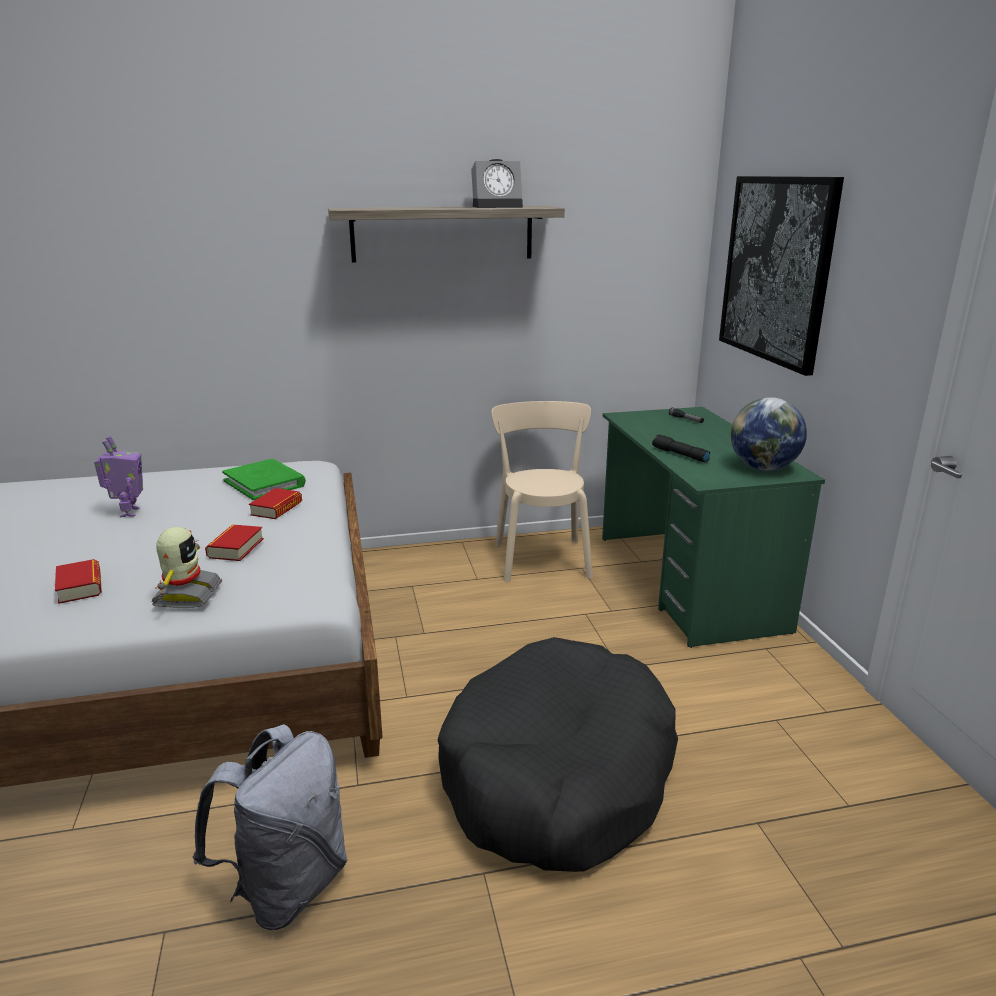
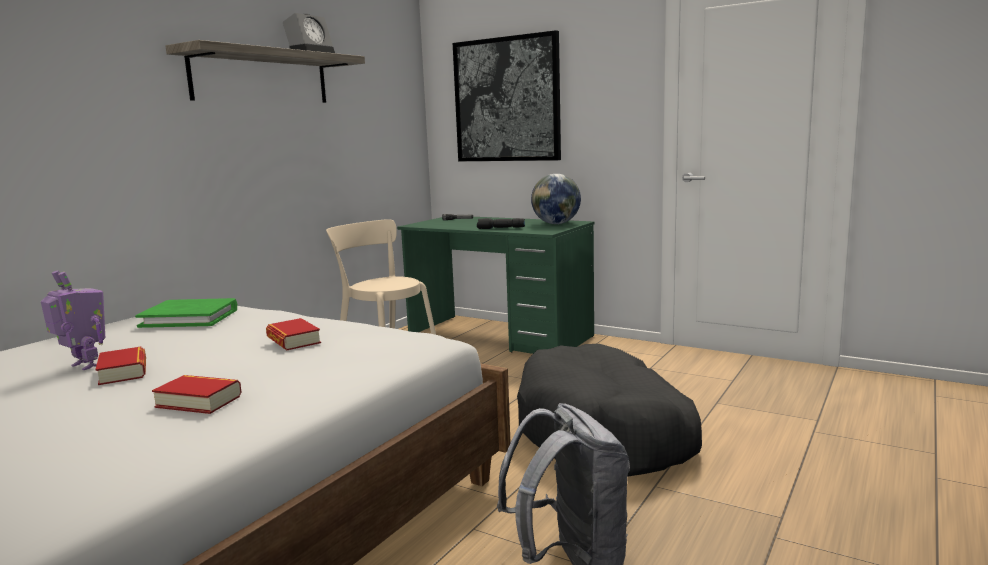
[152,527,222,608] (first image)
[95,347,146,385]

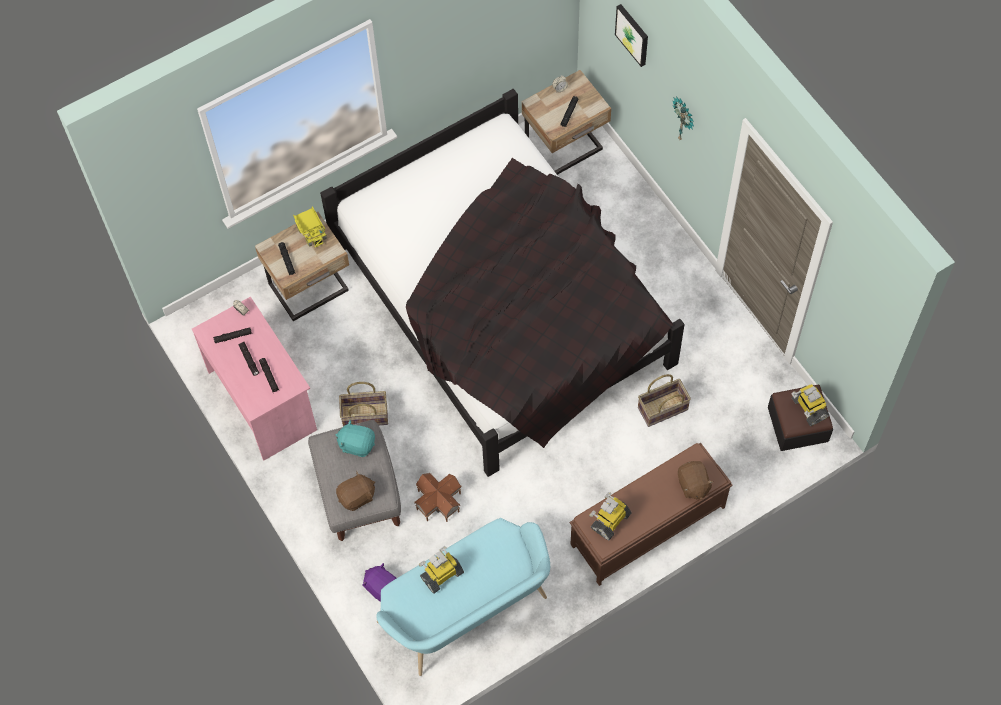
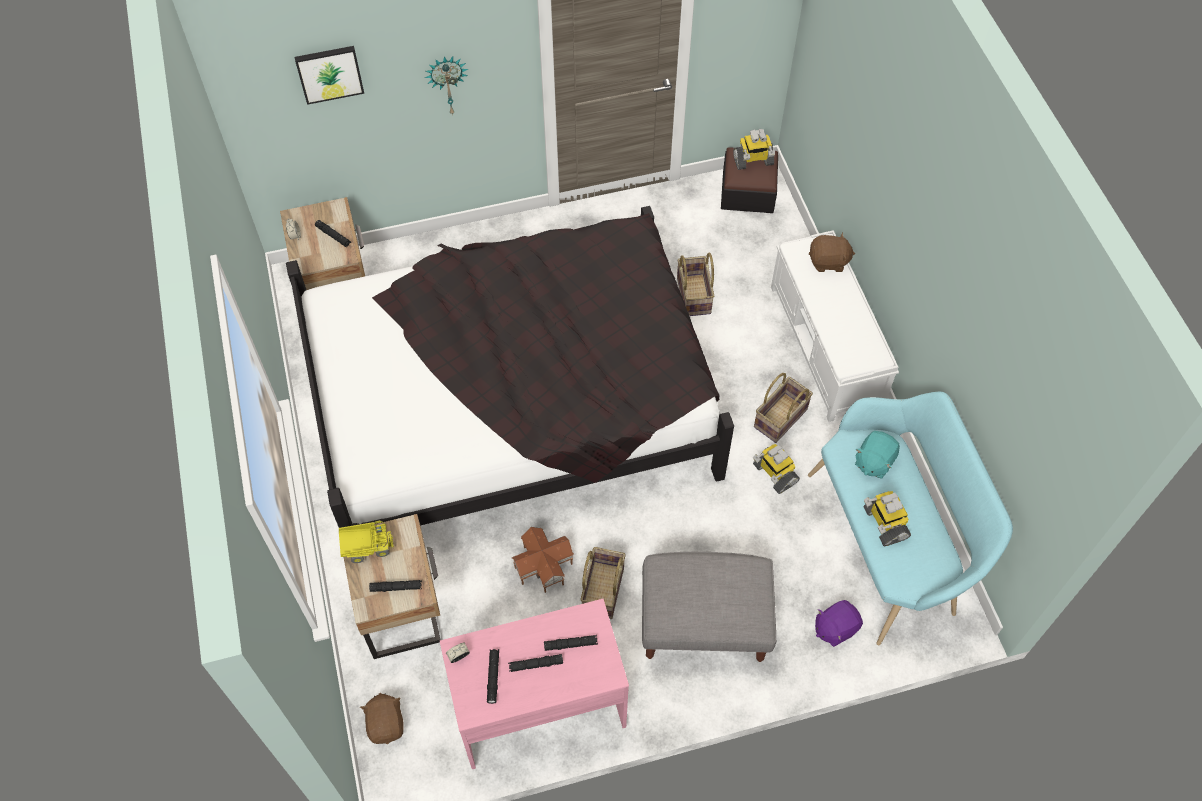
[754,373,813,443]
[855,431,900,479]
[360,693,404,744]
[512,527,574,593]
[753,444,800,494]
[771,230,899,422]

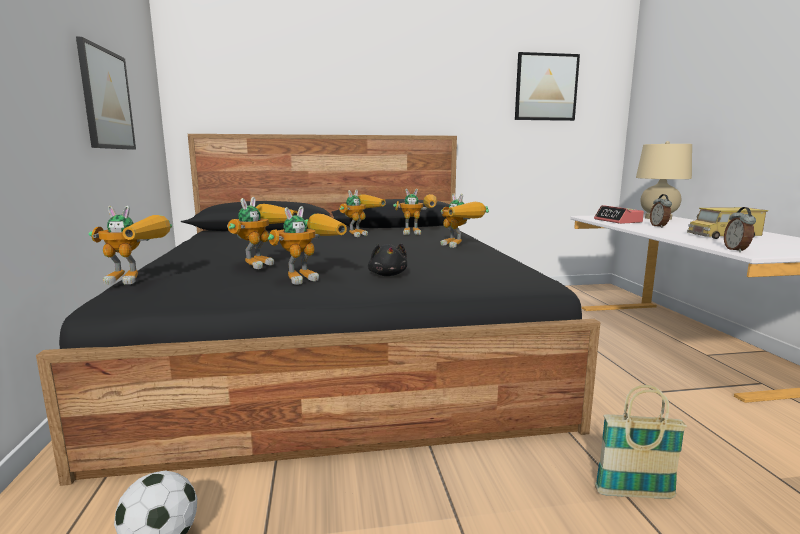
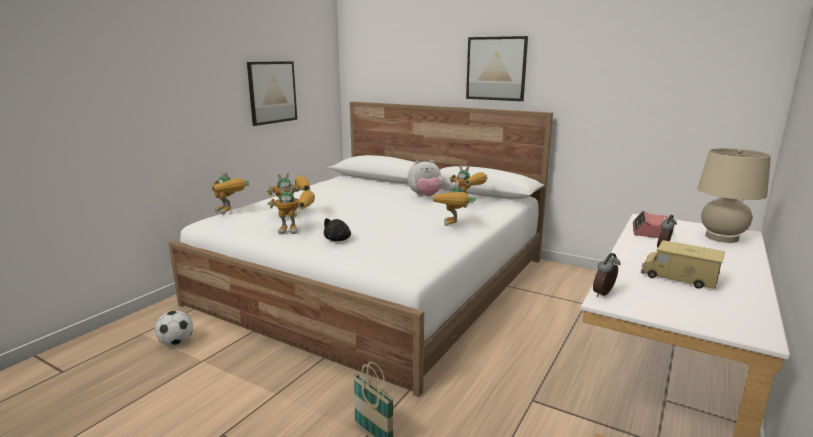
[466,36,528,101]
[407,160,442,197]
[169,102,553,397]

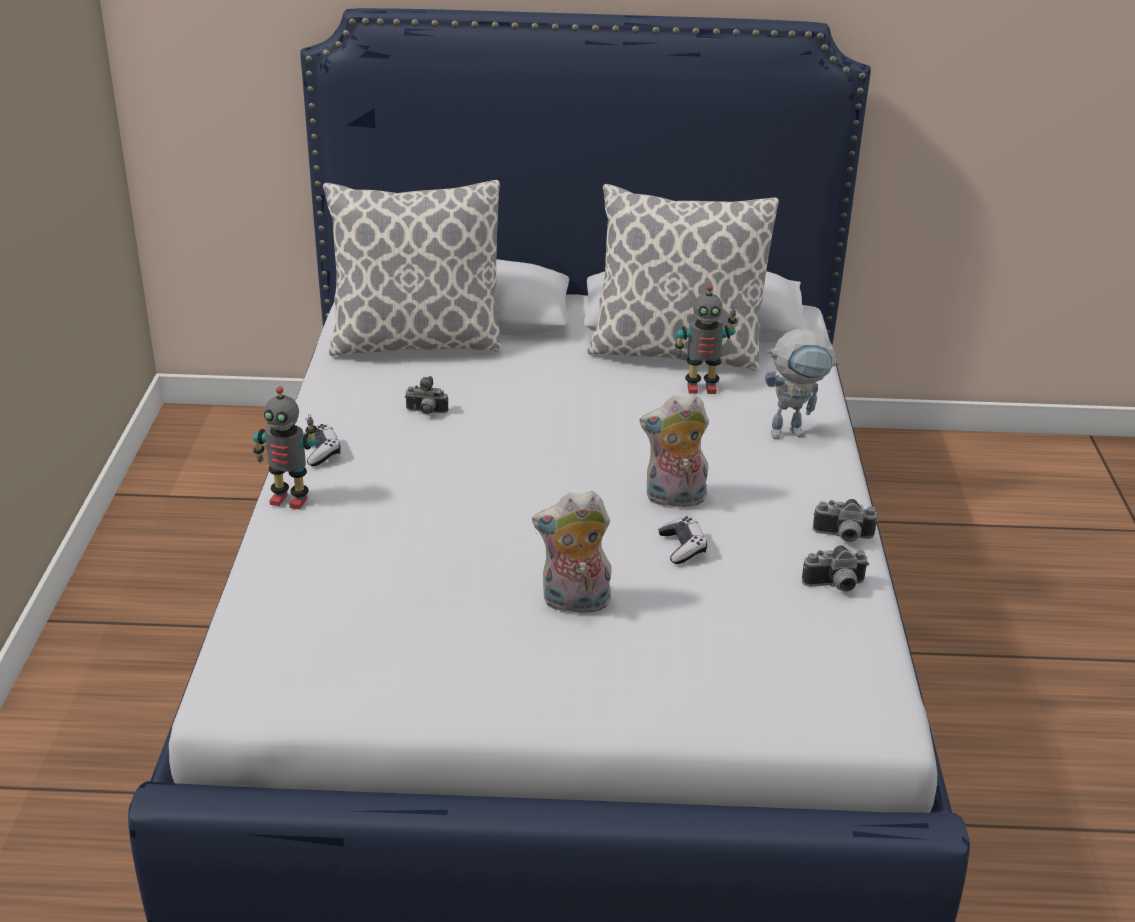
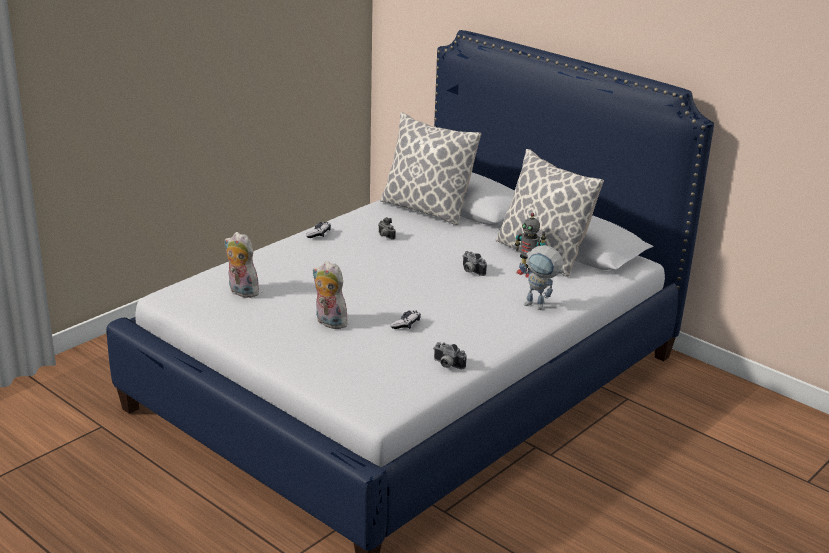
[253,387,317,510] (first image)
[225,232,259,298]
[463,251,487,276]

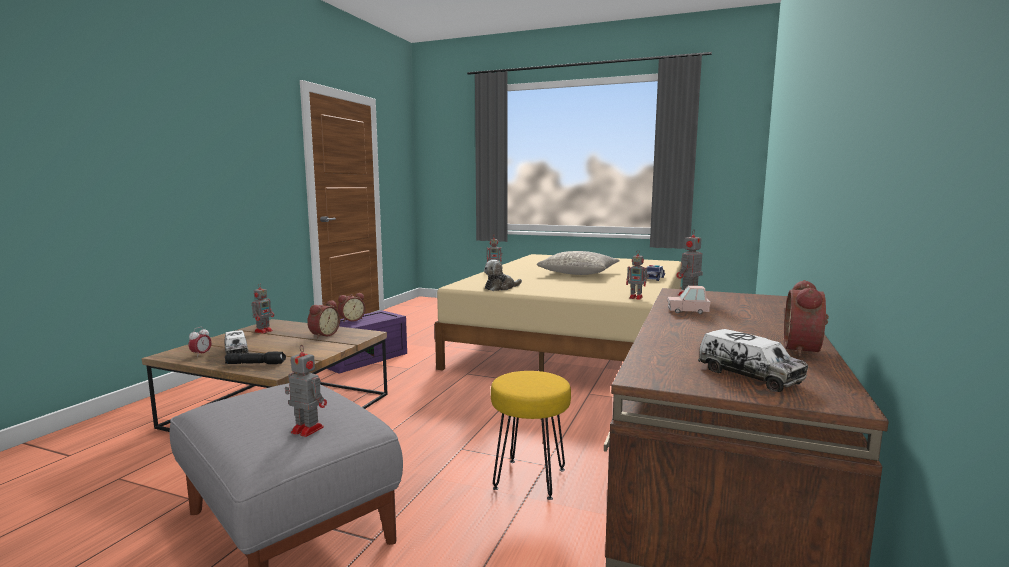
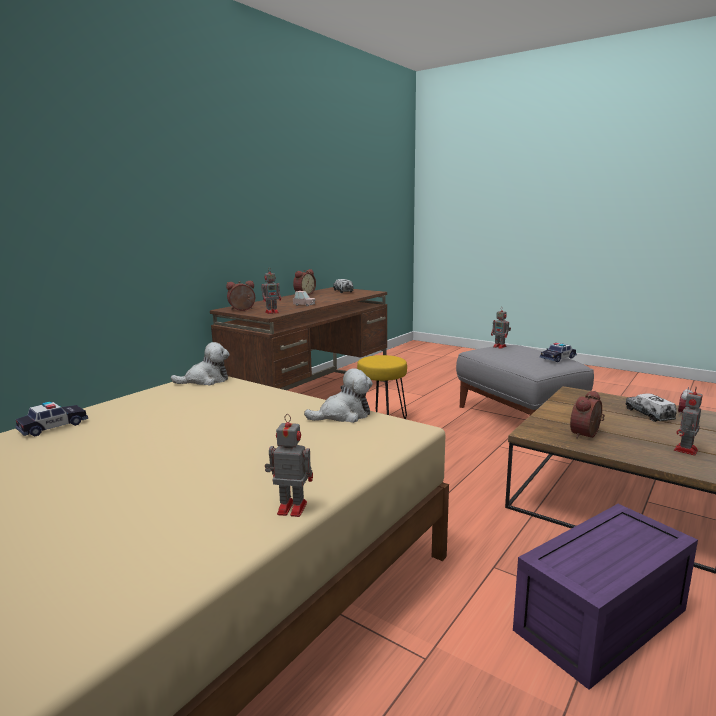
[225,352,286,364] (first image)
[537,251,620,275] (first image)
[540,343,577,362]
[226,281,255,311]
[171,342,230,385]

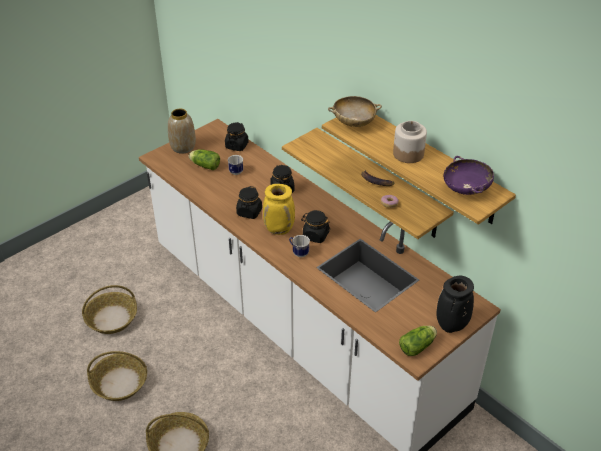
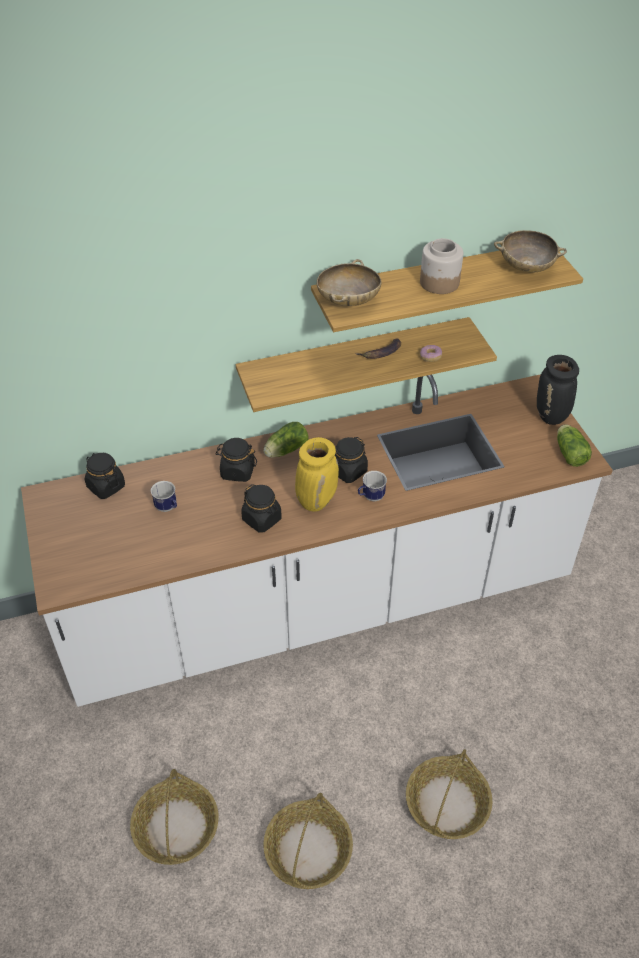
[168,109,196,154] (first image)
[263,422,309,458]
[494,230,567,273]

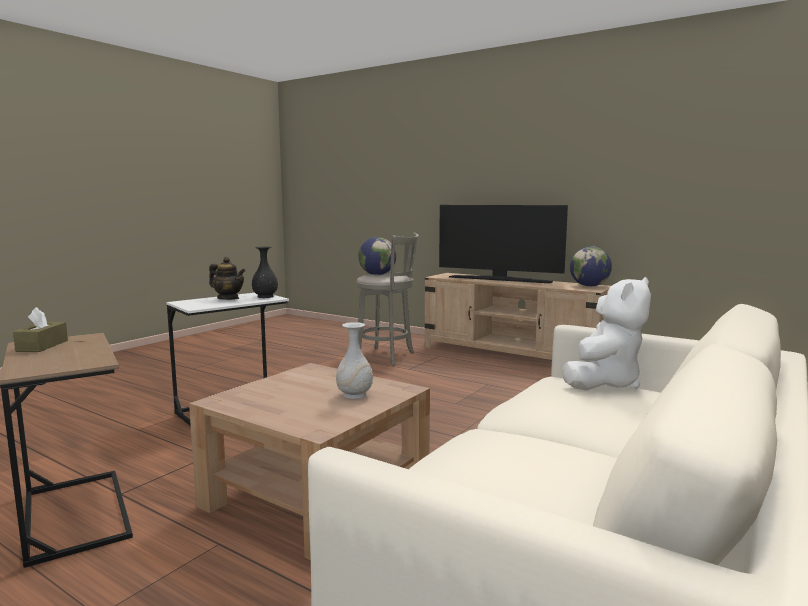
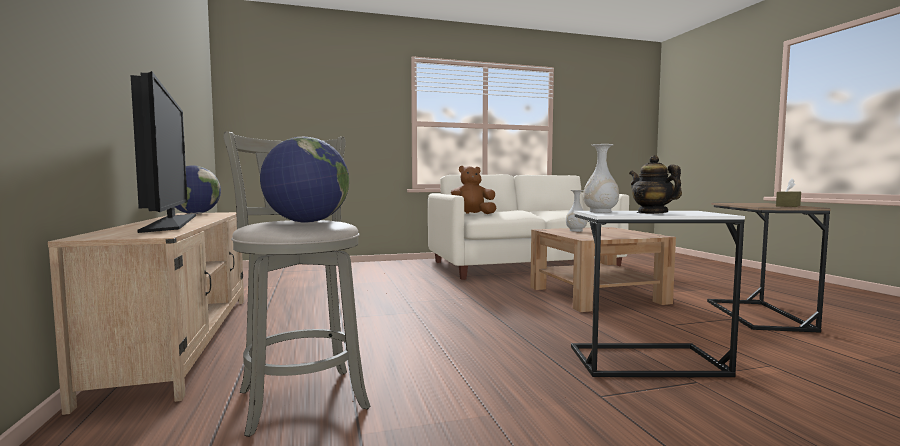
[583,144,619,213]
[451,166,496,214]

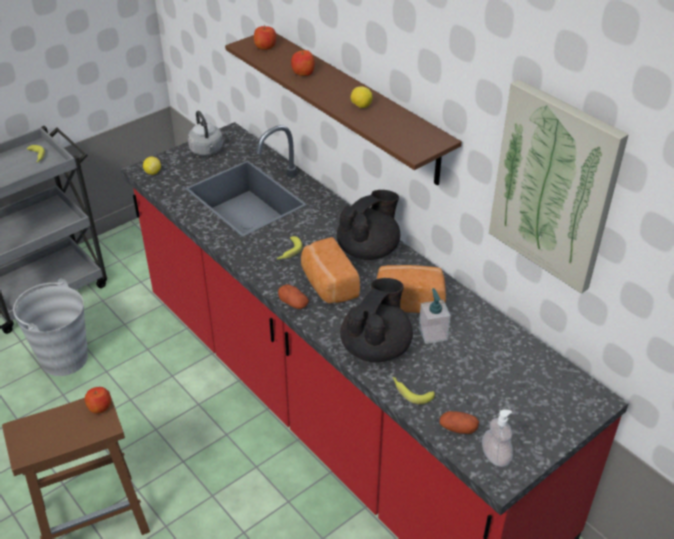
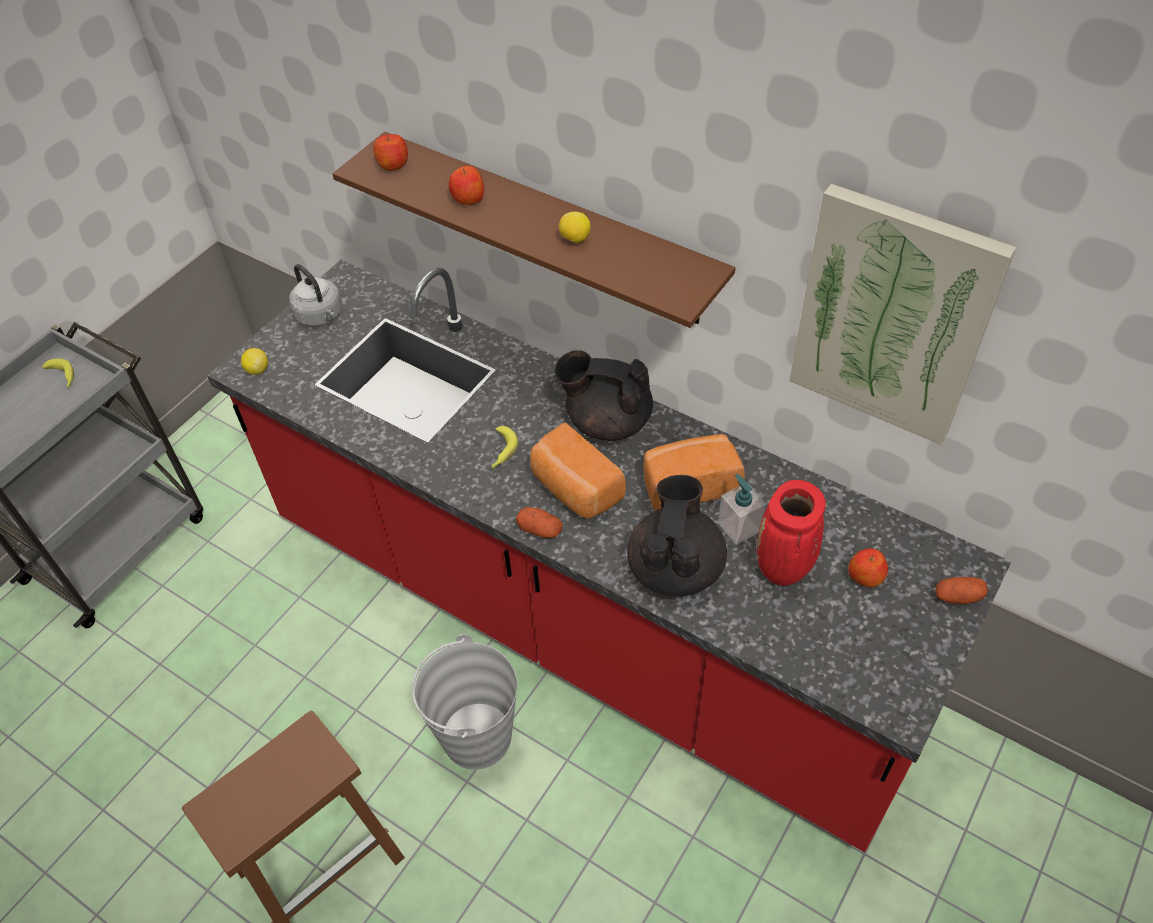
[392,377,435,404] (first image)
[482,410,513,467] (first image)
[756,480,826,586]
[412,634,517,770]
[848,548,888,588]
[935,577,988,604]
[555,350,653,441]

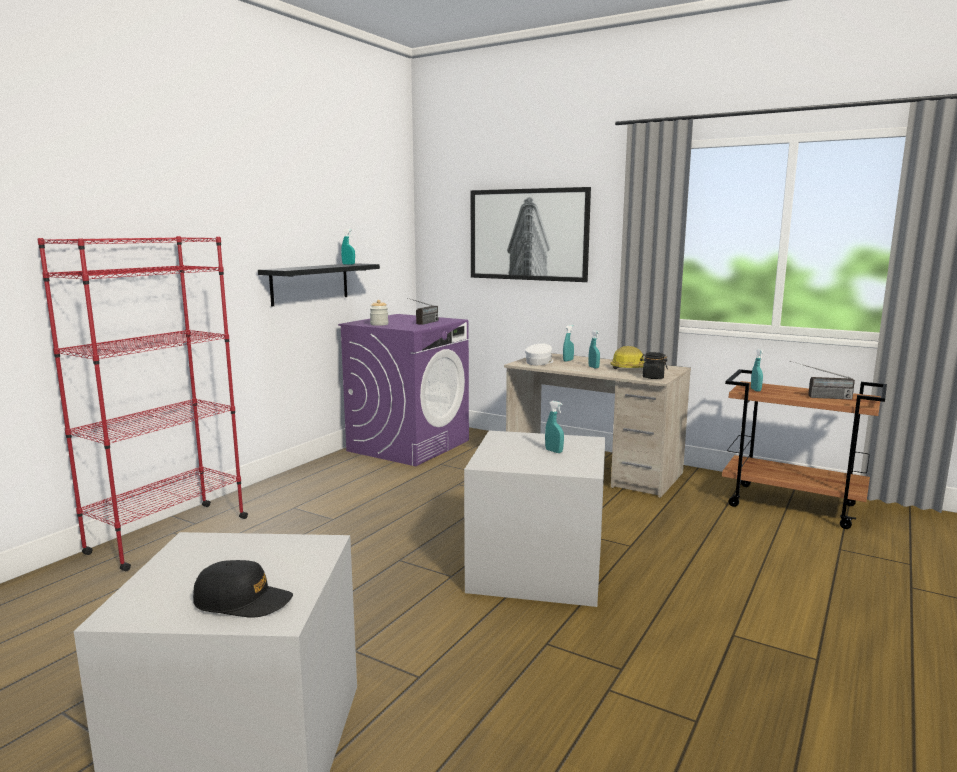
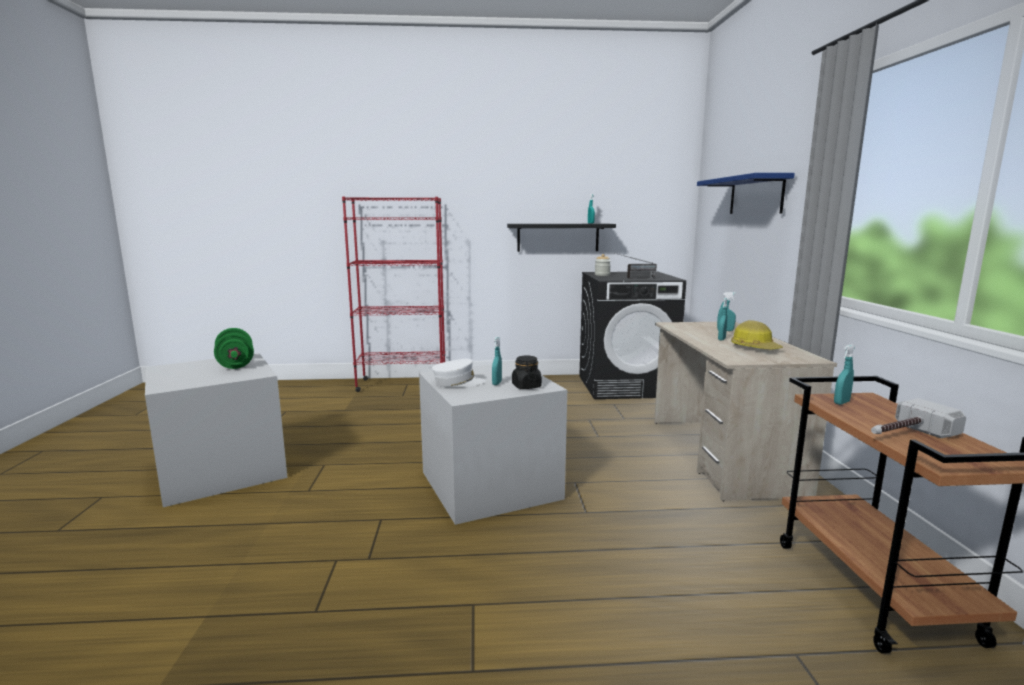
[193,560,293,618] (first image)
[214,328,254,369]
[432,359,485,387]
[512,356,542,389]
[697,173,795,214]
[871,398,966,438]
[579,272,686,399]

